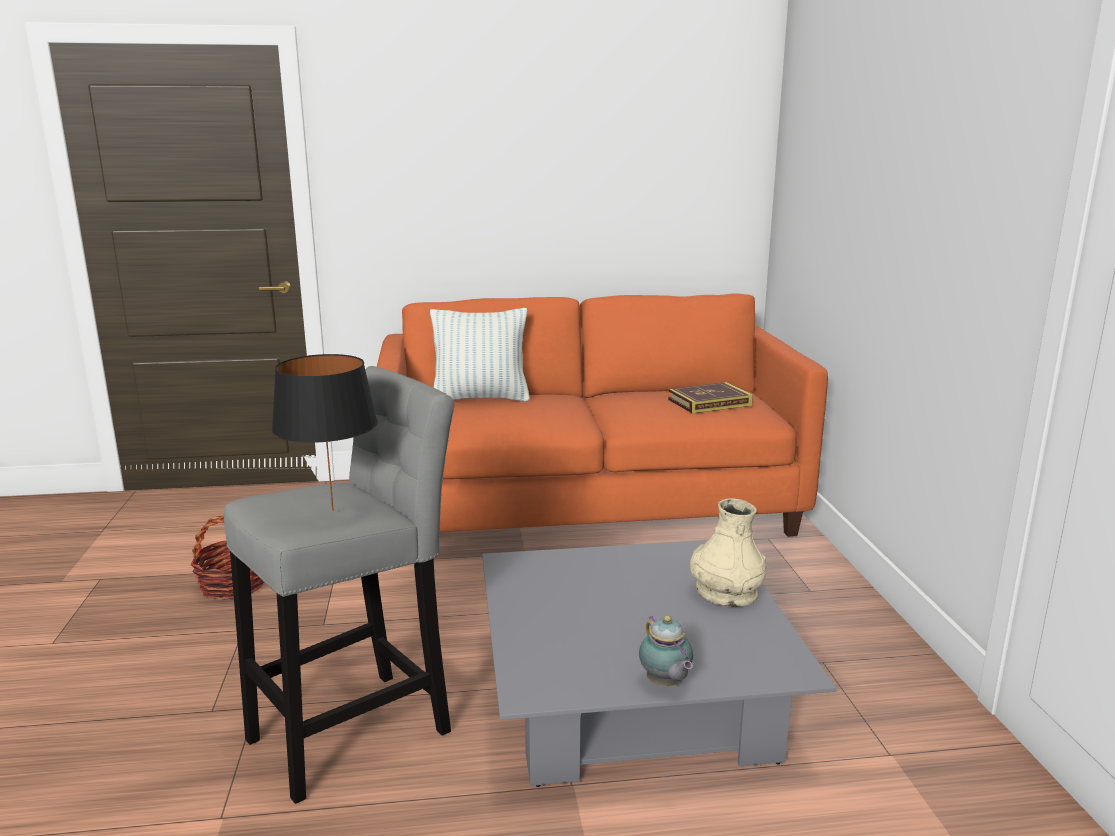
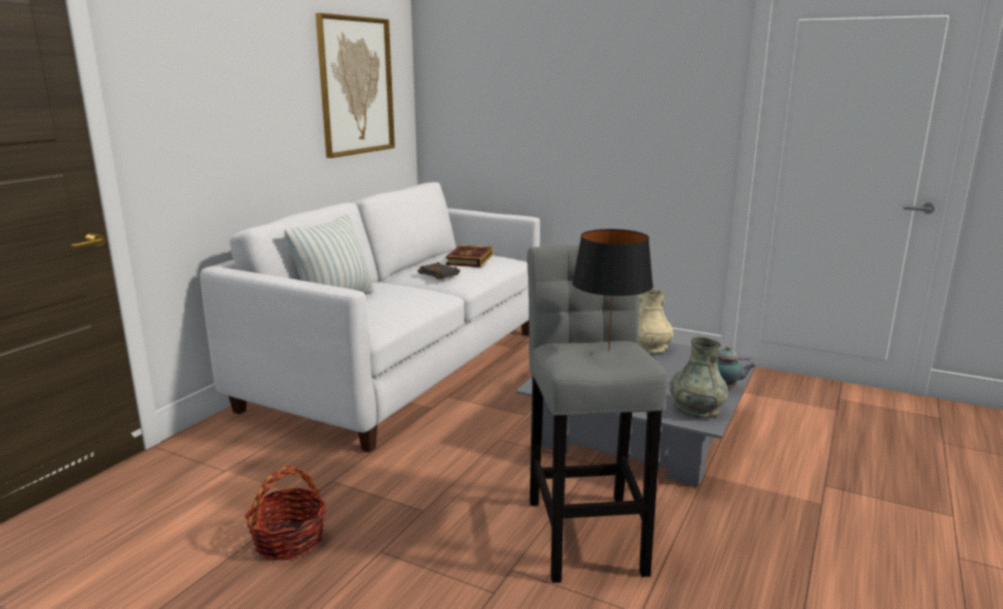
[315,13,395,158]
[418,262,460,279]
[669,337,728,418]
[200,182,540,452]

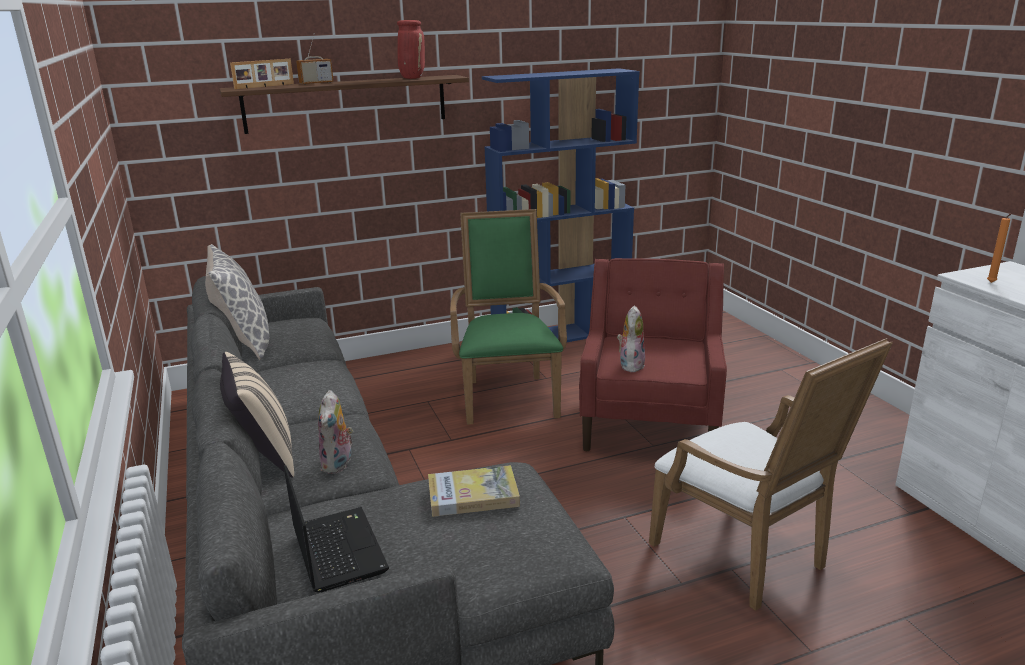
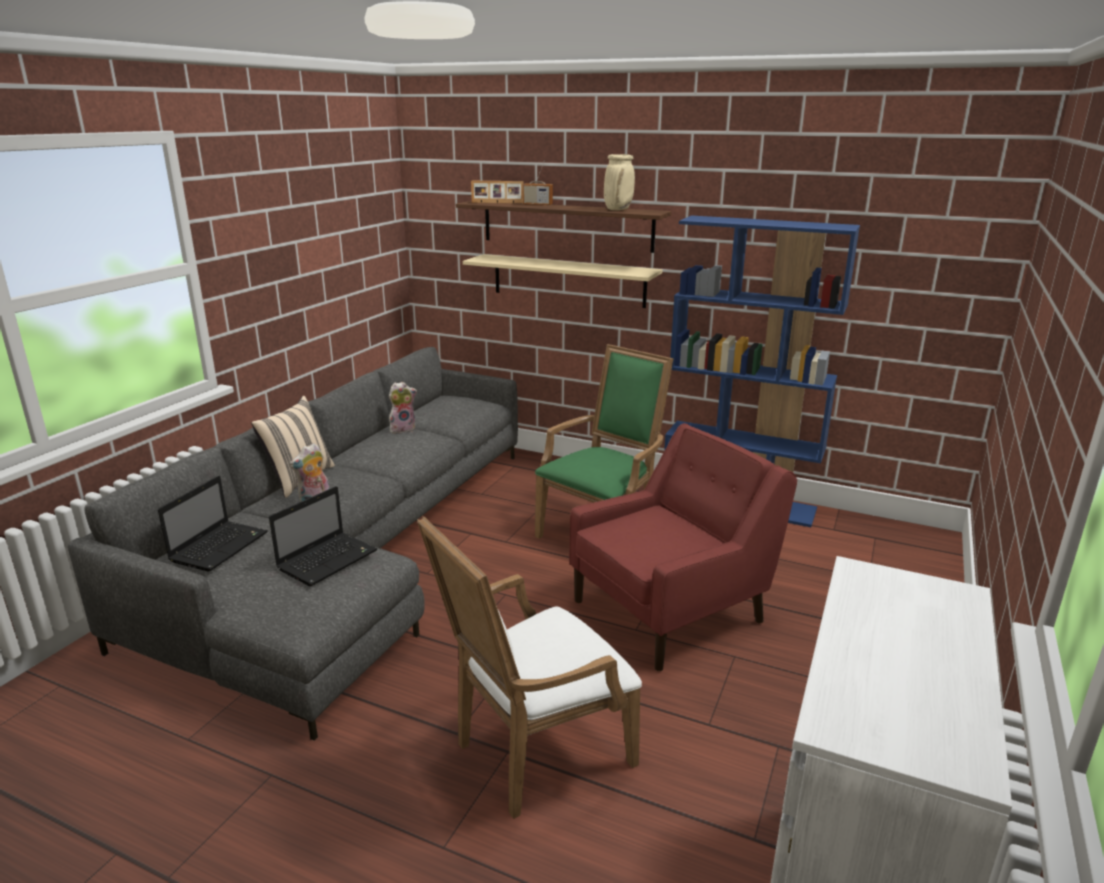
[205,244,269,359] (first image)
[987,213,1012,283] (first image)
[463,254,662,308]
[389,382,417,434]
[269,486,377,586]
[604,154,635,210]
[417,516,642,819]

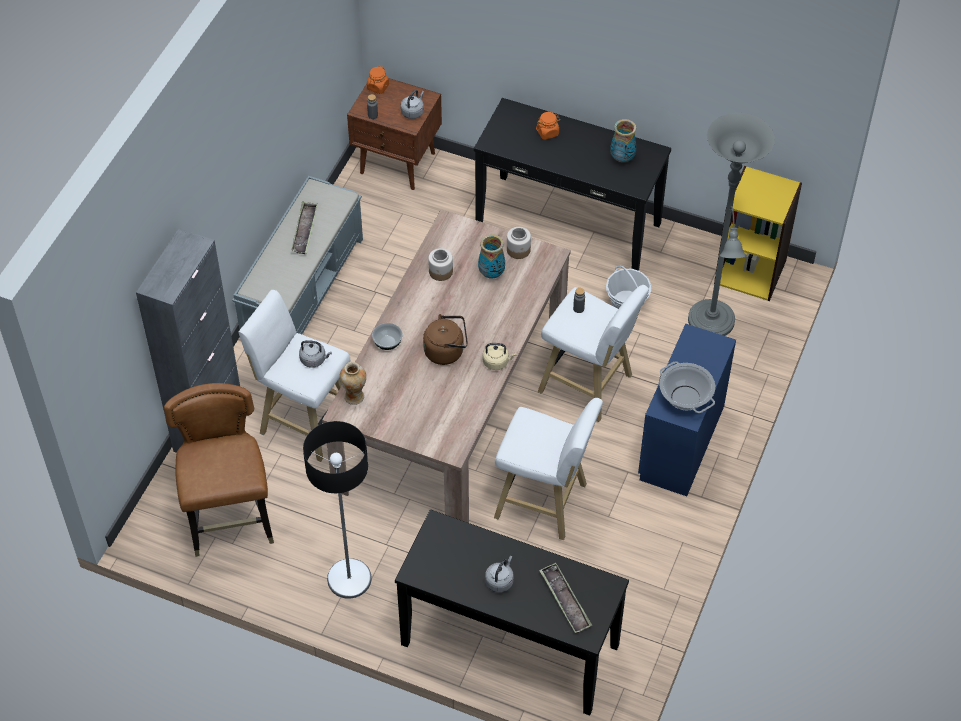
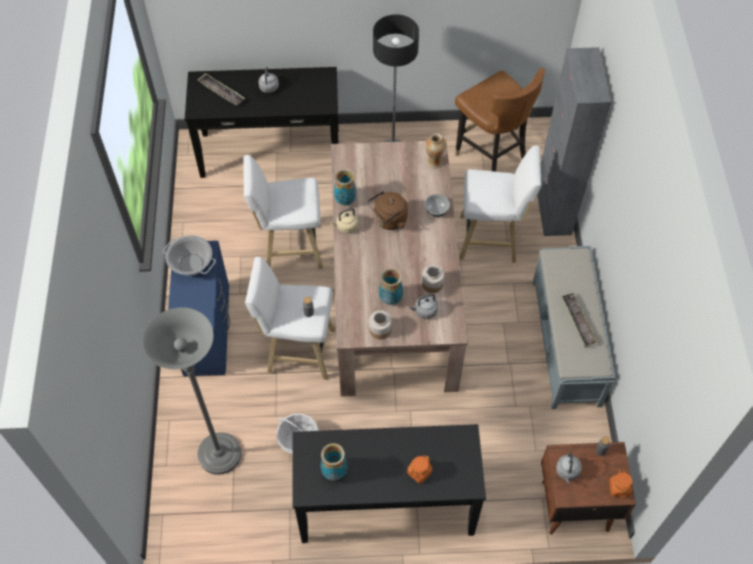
[714,166,802,301] (first image)
[334,169,357,205]
[409,294,438,319]

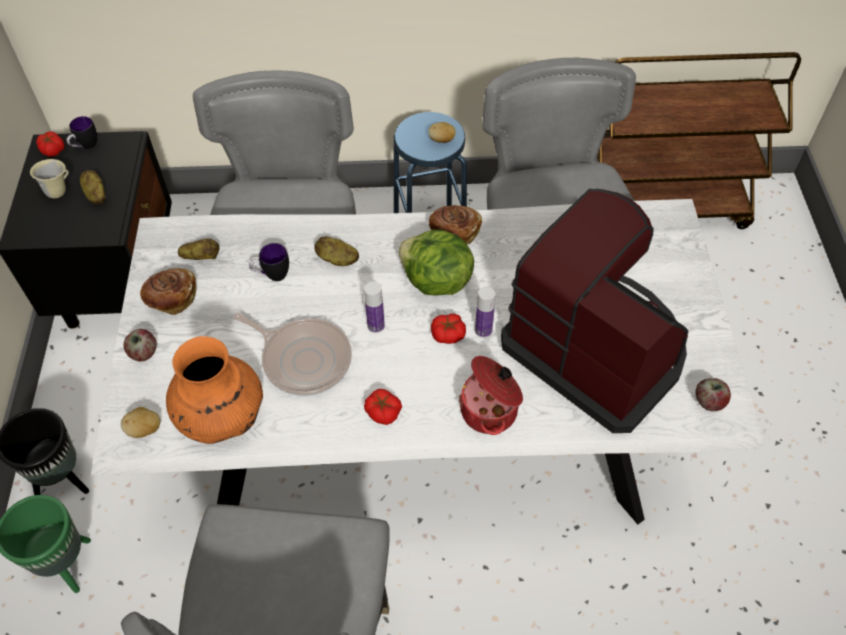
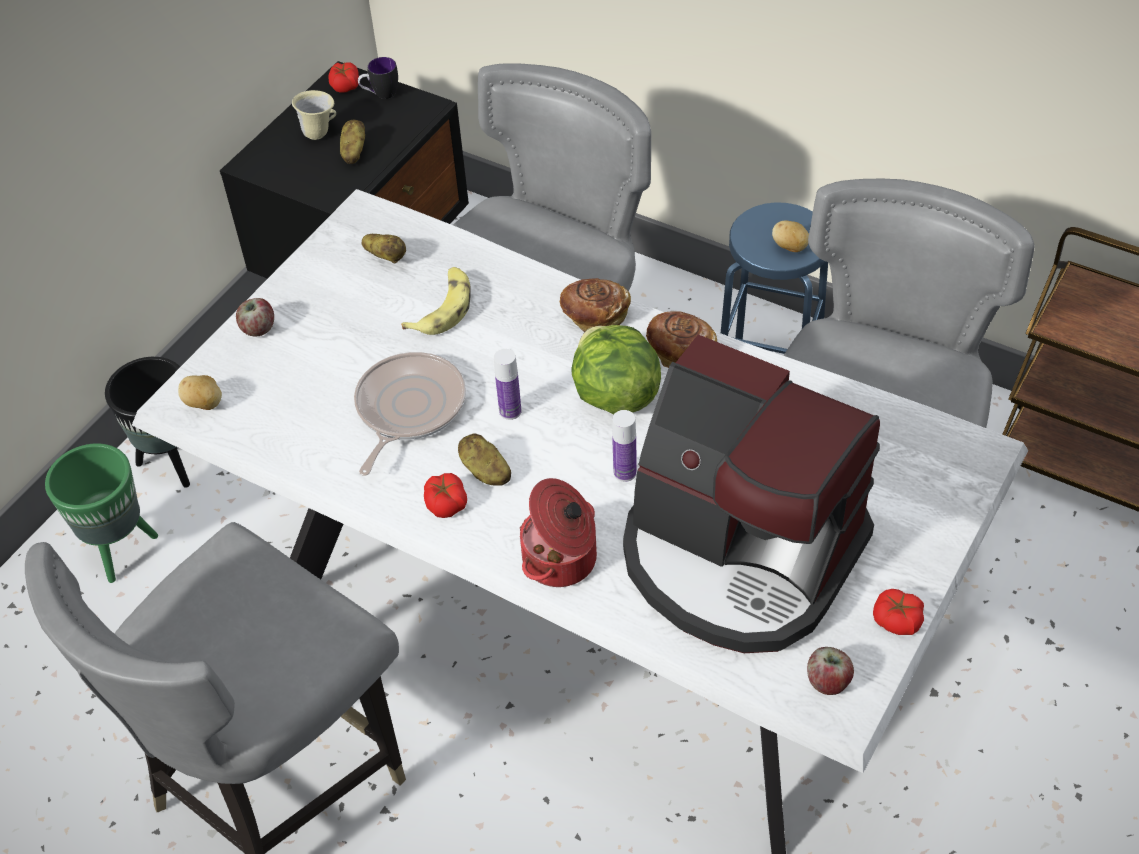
[166,336,263,444] (first image)
[560,278,631,332]
[458,433,511,486]
[873,589,924,635]
[401,267,471,335]
[354,352,466,476]
[623,335,880,653]

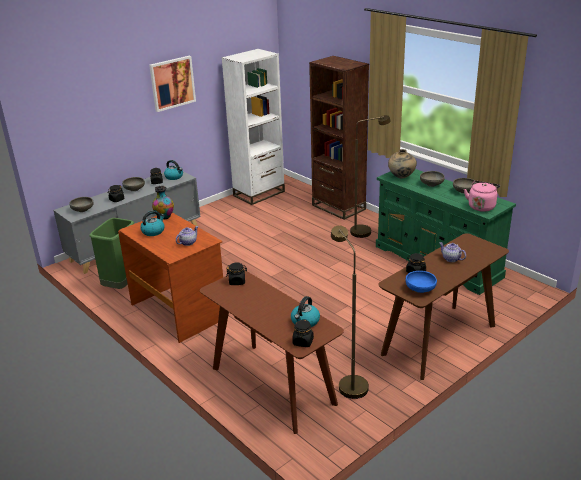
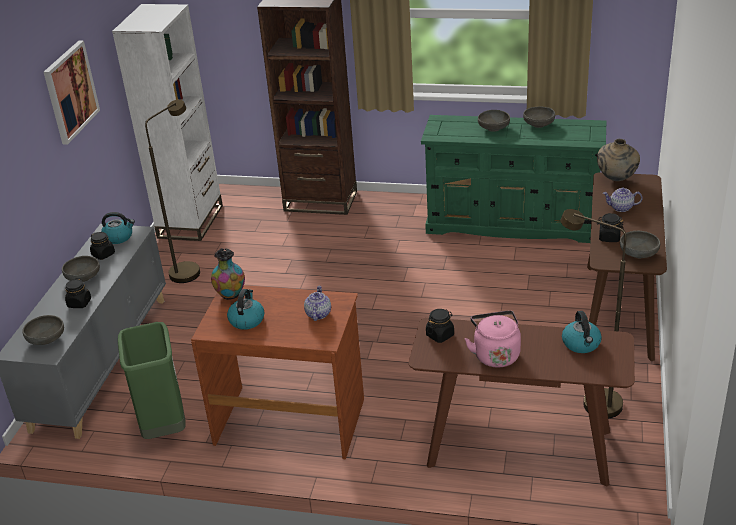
[292,319,314,347] (first image)
[145,99,200,283]
[597,139,640,181]
[465,310,521,367]
[620,231,660,258]

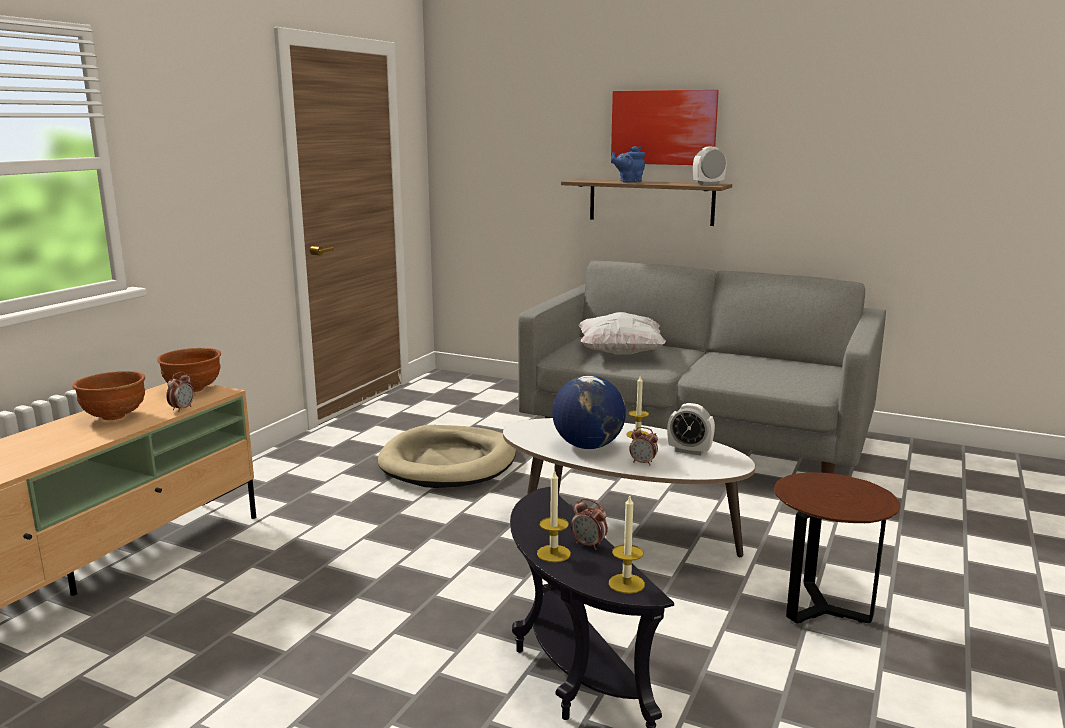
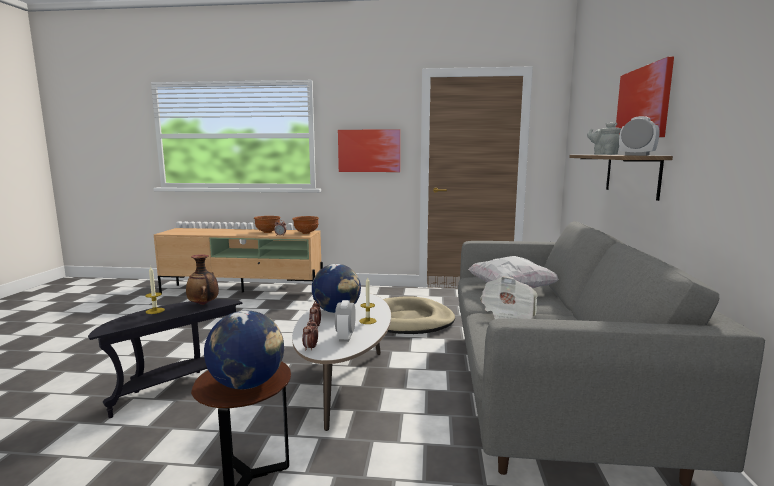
[609,496,645,594] (first image)
[186,254,219,305]
[204,311,284,389]
[338,129,400,172]
[480,276,538,319]
[302,319,318,351]
[587,122,621,155]

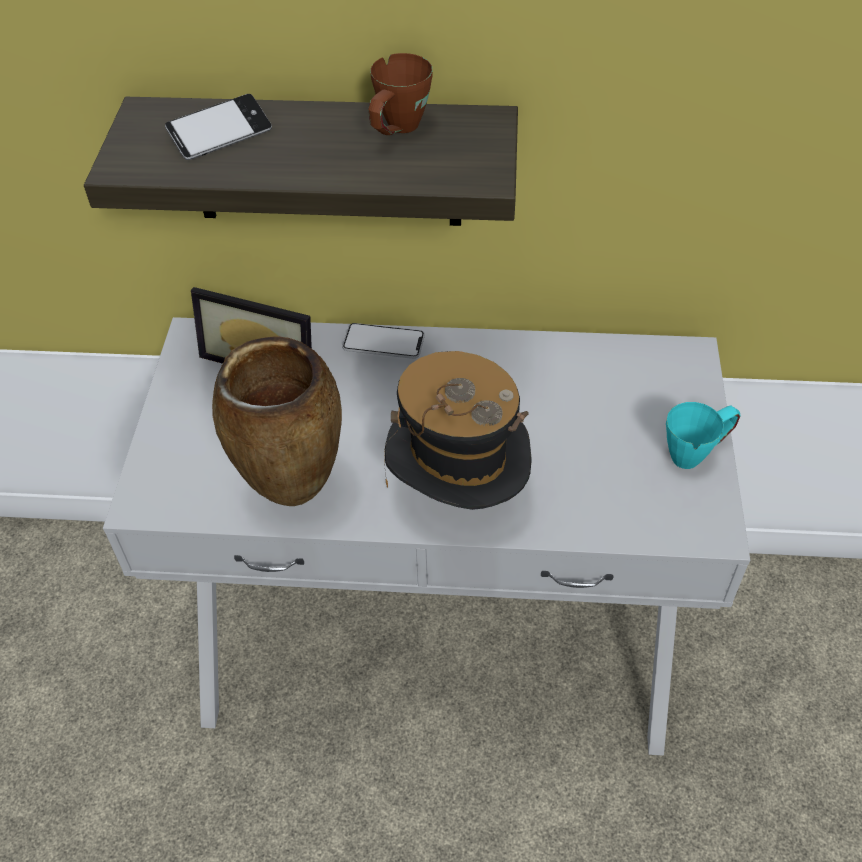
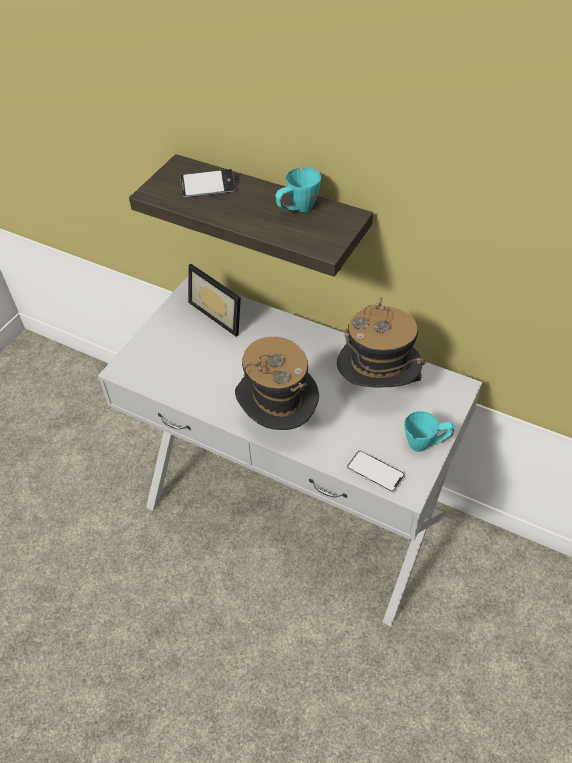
[212,336,342,506] (first image)
[337,298,426,388]
[347,450,405,493]
[275,167,321,212]

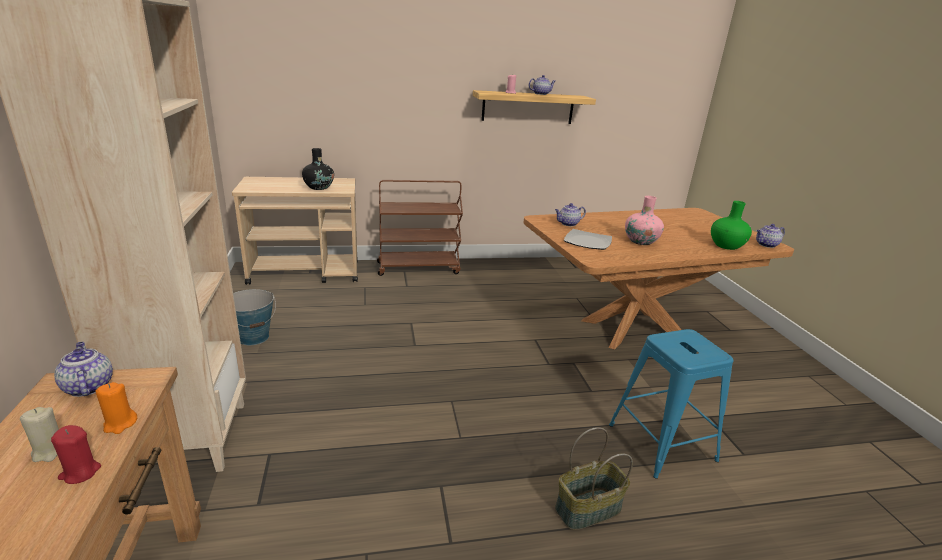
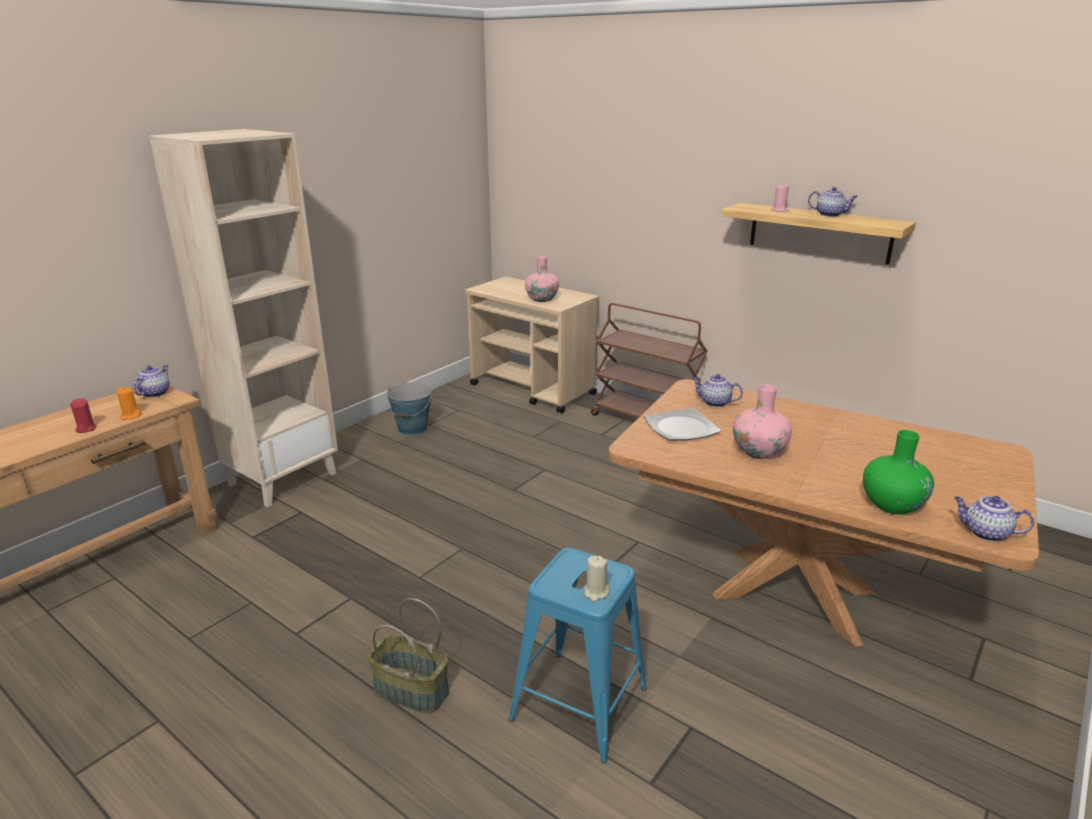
[584,556,610,601]
[525,256,559,302]

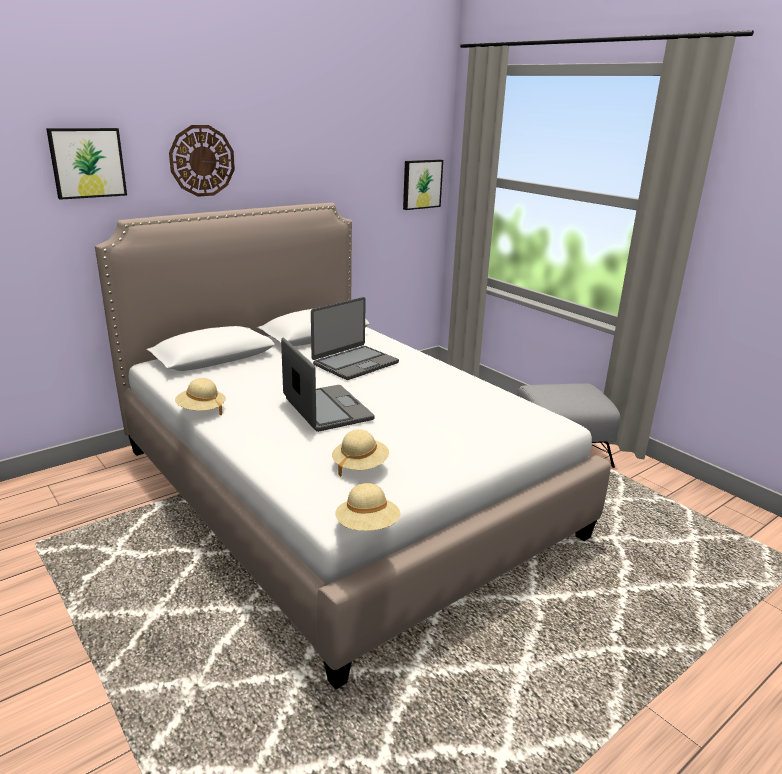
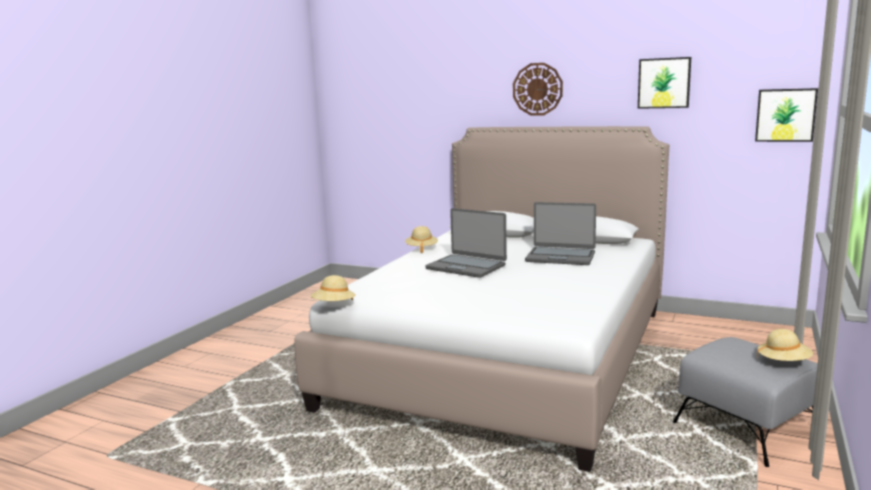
[638,57,691,109]
[757,329,813,361]
[425,208,507,278]

